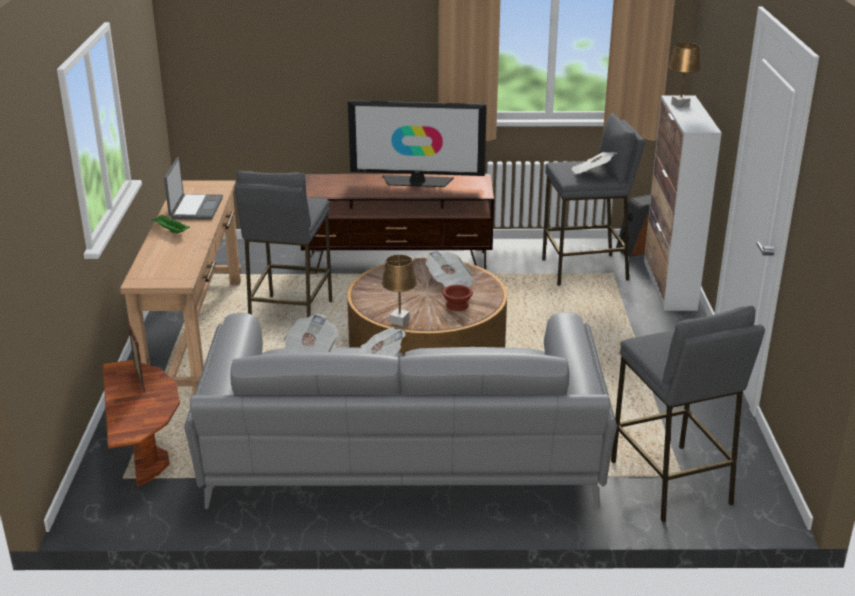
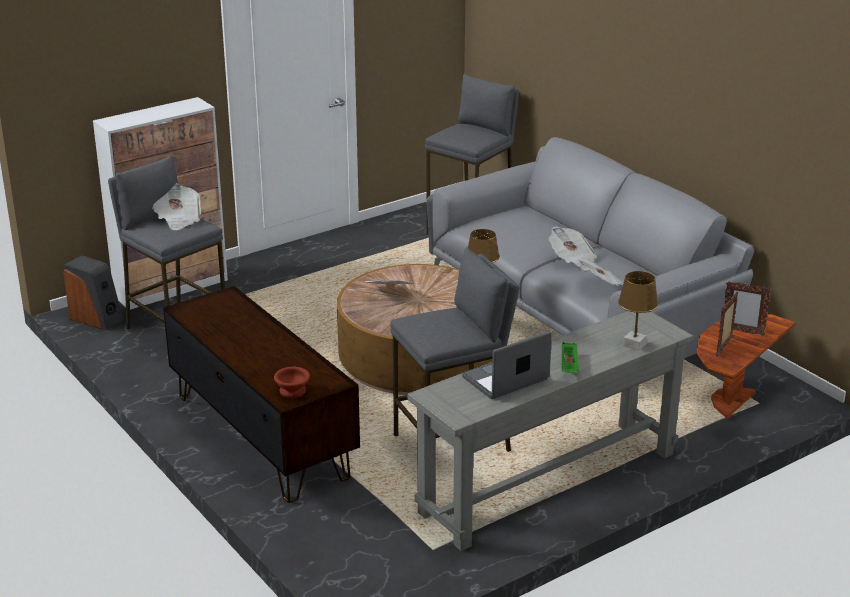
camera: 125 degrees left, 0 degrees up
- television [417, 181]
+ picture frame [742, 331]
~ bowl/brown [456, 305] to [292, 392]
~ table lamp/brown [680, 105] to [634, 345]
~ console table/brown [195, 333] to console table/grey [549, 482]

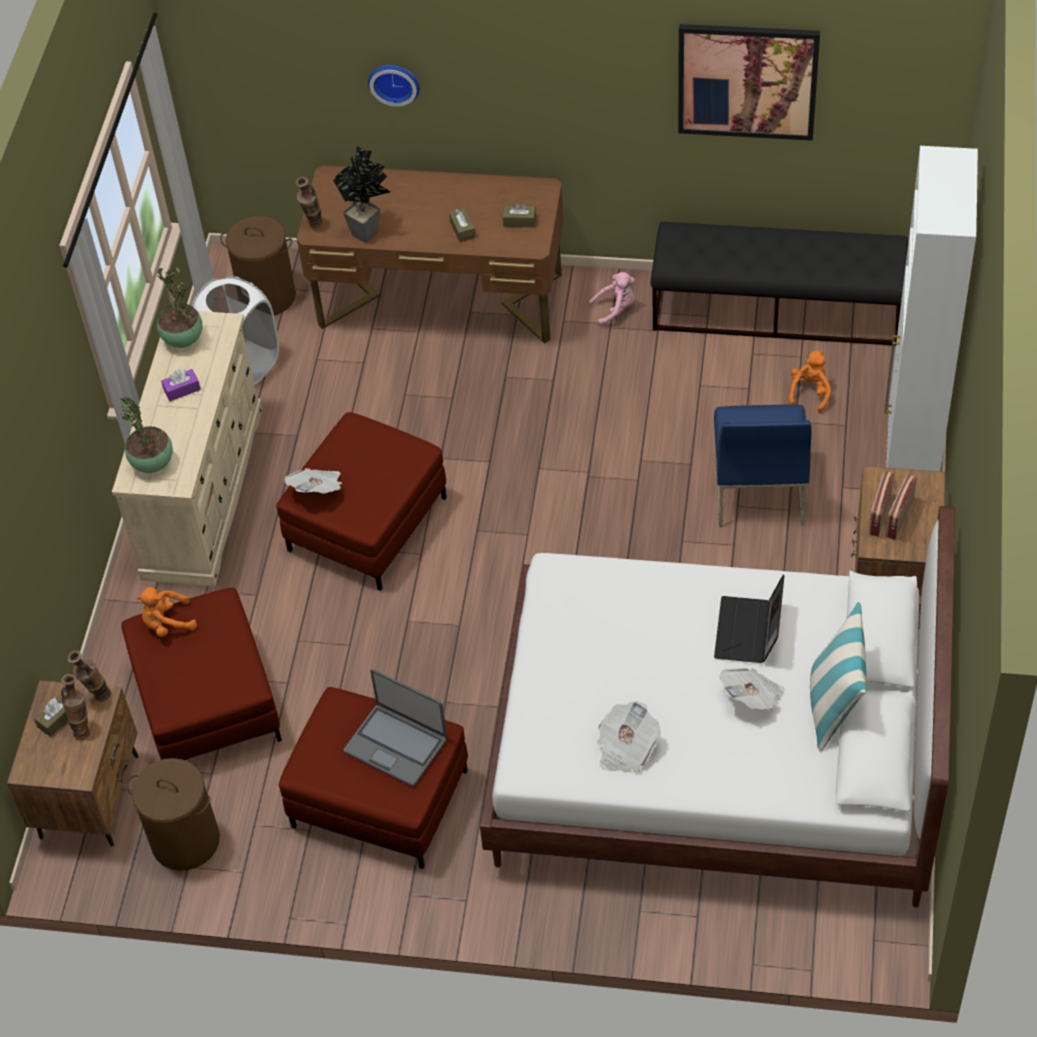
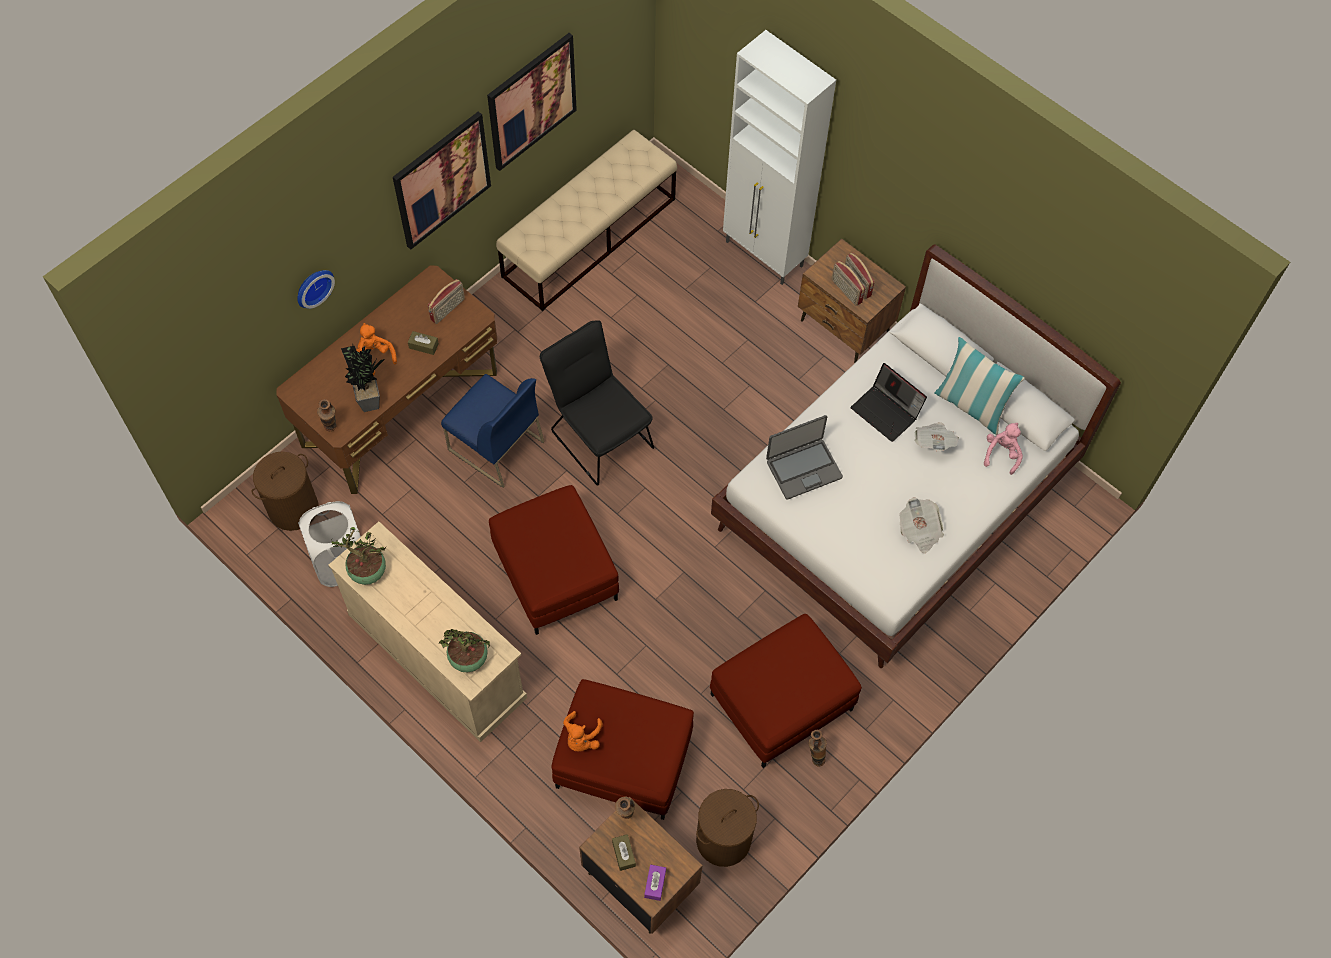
camera: 60 degrees left, 10 degrees up
- newspaper [318, 490]
+ picture [442, 180]
+ chair/black [598, 434]
~ vase [83, 729] to [815, 757]
~ tissue box/purple [182, 390] to [655, 884]
~ laptop [396, 745] to [803, 469]
~ plush toy/pink [615, 309] to [1001, 454]
~ chair/blue [758, 489] to [495, 446]
~ plush toy/orange [810, 392] to [374, 356]
~ tissue box/brown [519, 221] to radio [448, 310]
~ bench/black [778, 310] to bench/beige [589, 237]

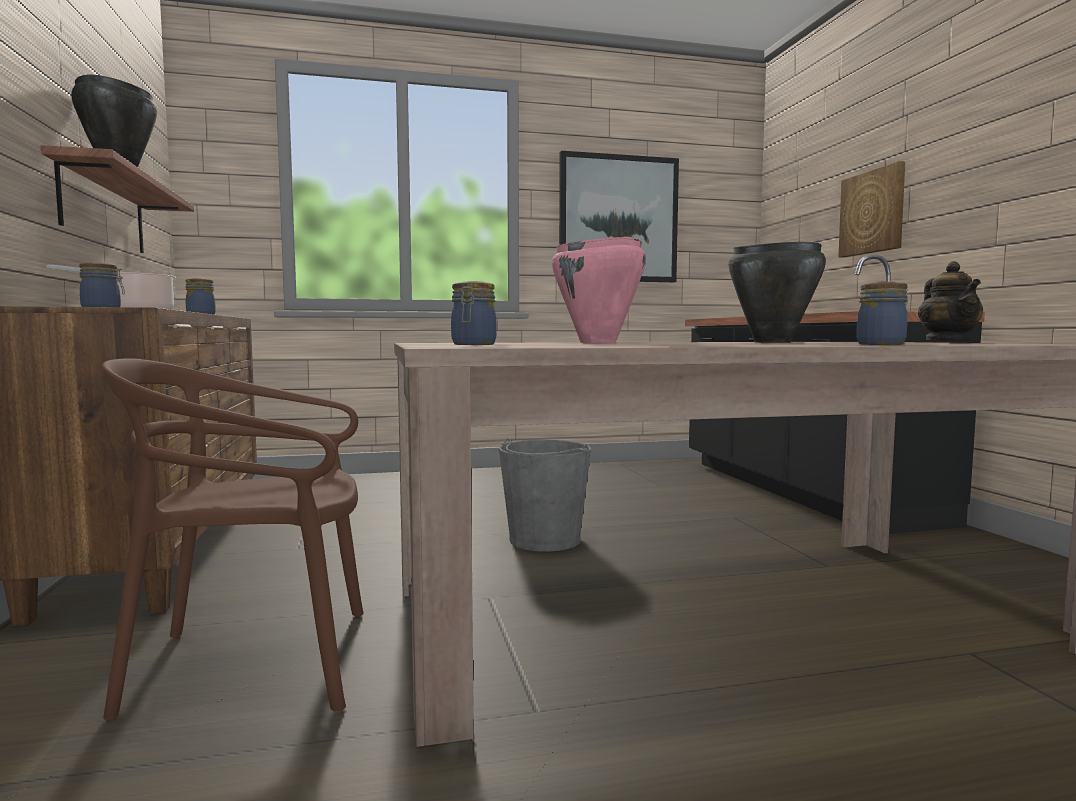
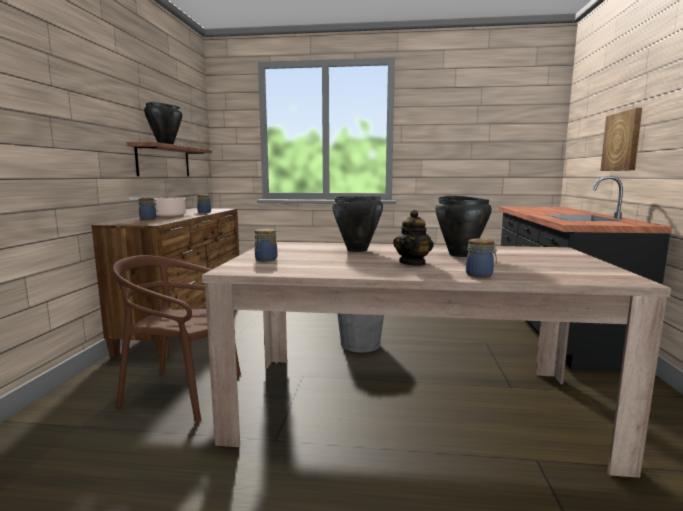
camera: 20 degrees right, 5 degrees up
- picture [618, 219]
~ teapot [948, 342] to [413, 263]
~ cooking pot/pink [598, 342] to cooking pot/black [357, 250]

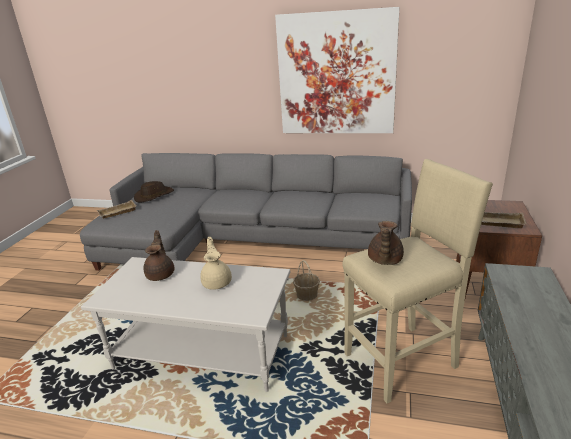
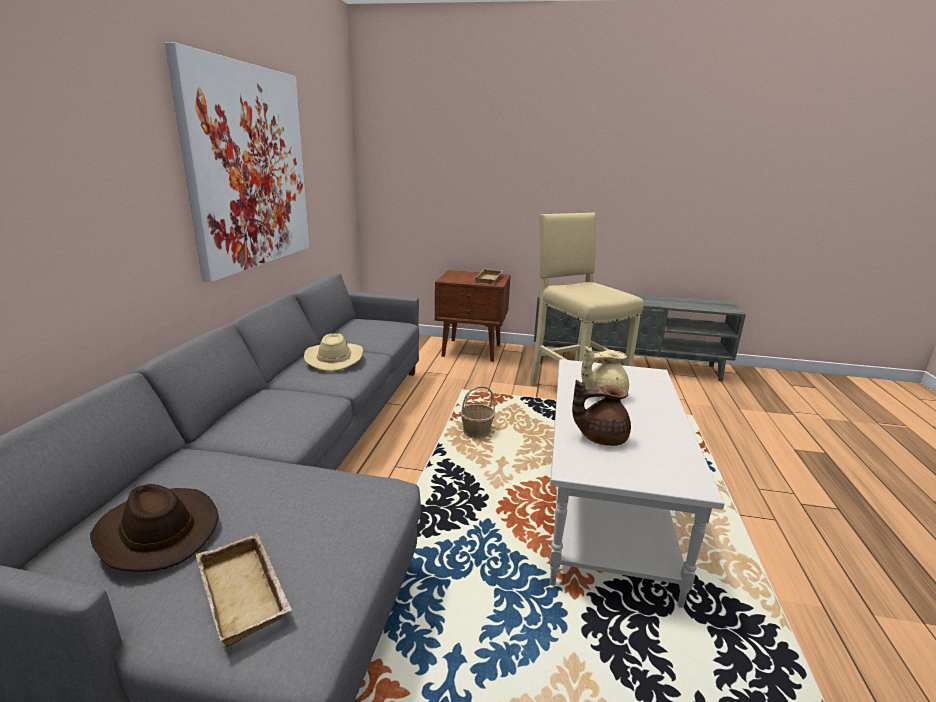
camera: 95 degrees left, 5 degrees down
- teapot/brown [384, 260]
+ hat/beige [334, 358]

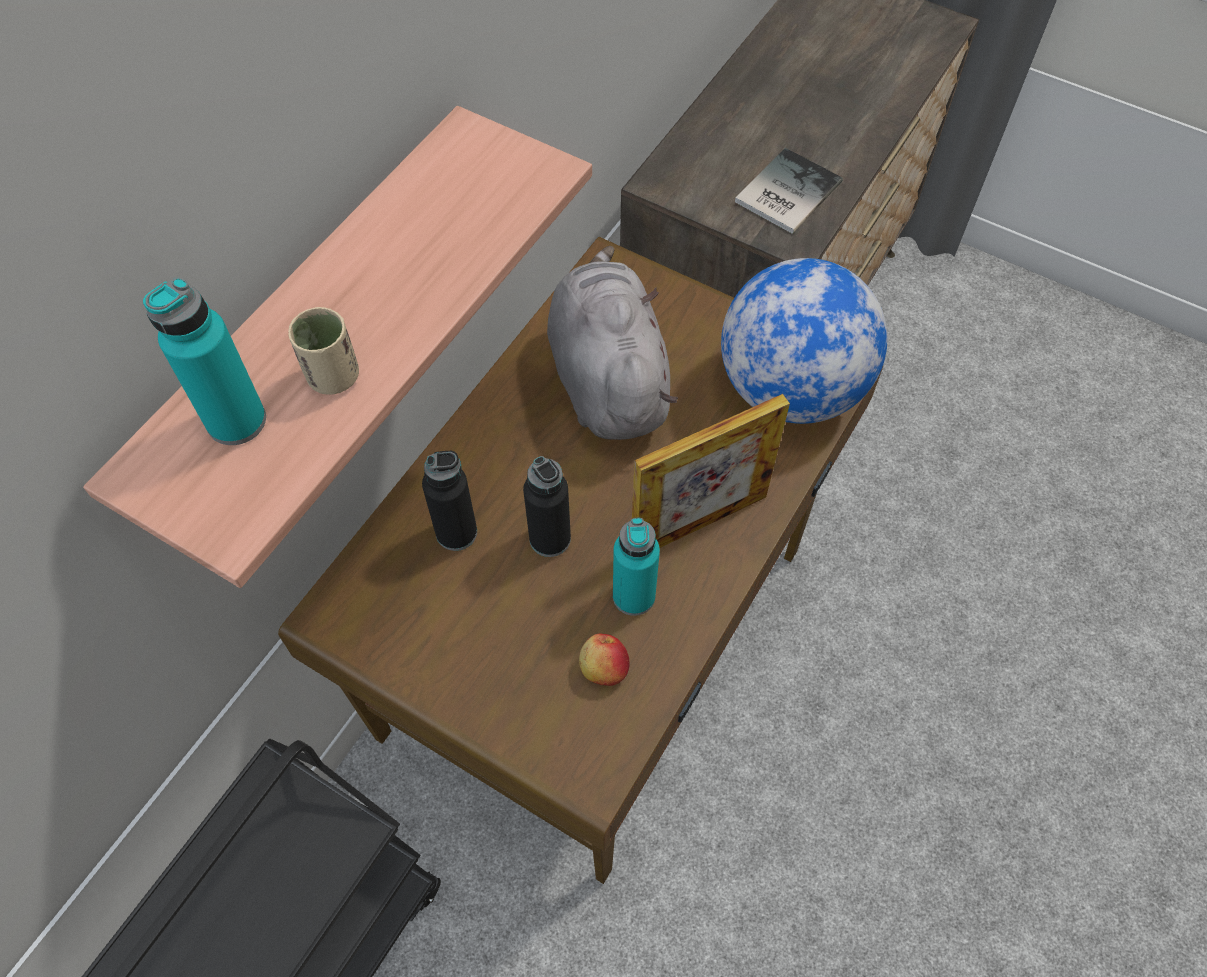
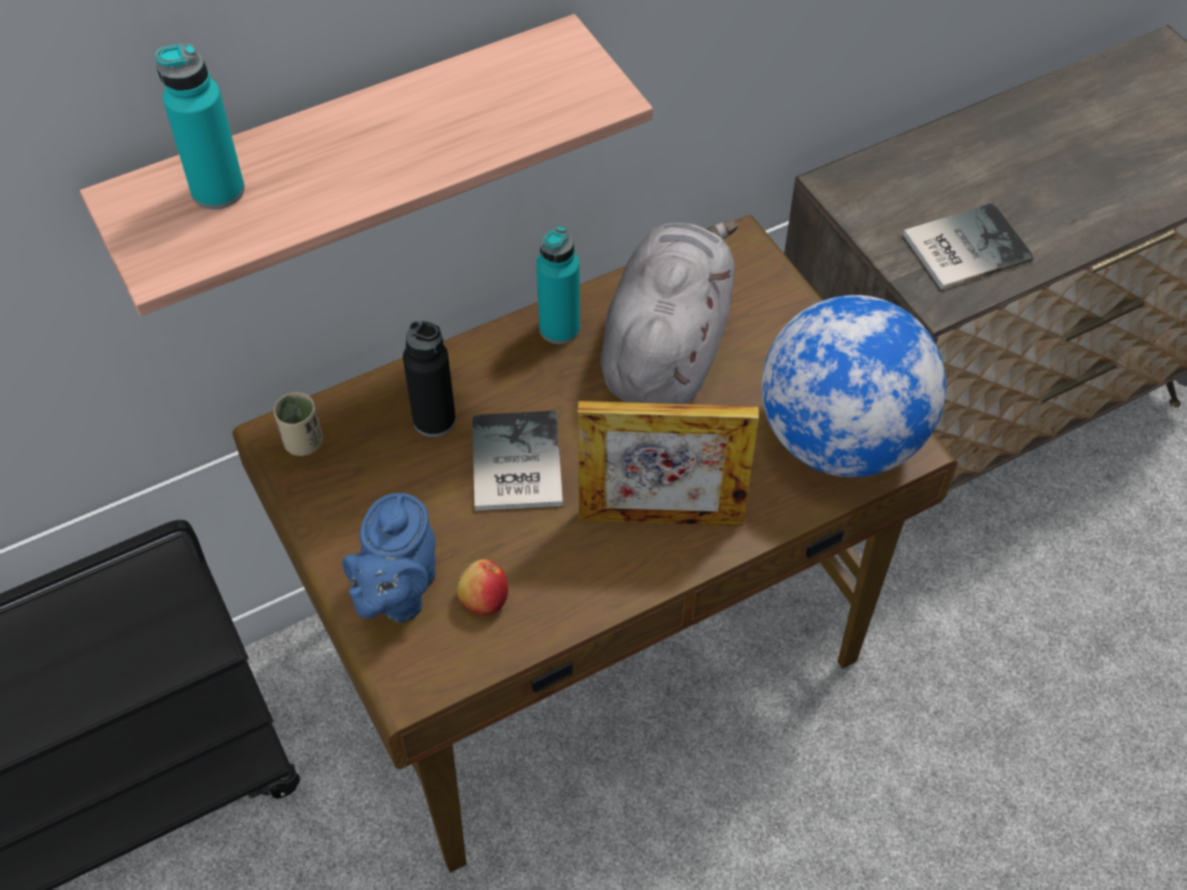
camera: 30 degrees right, 5 degrees down
+ teapot/blue [397, 593]
~ cup/beige [333, 377] to [303, 442]
~ bottle/turquoise [634, 596] to [559, 328]
~ bottle/black [550, 538] to book [513, 465]

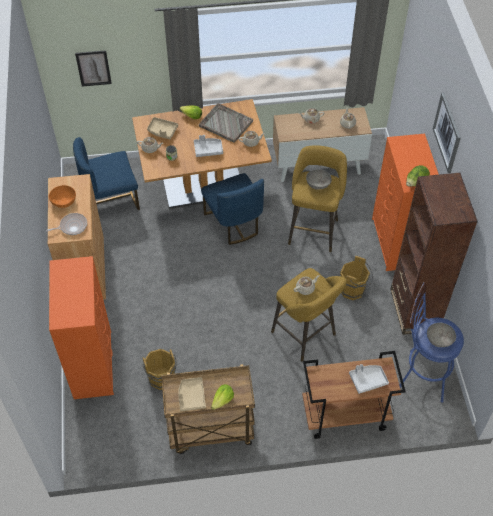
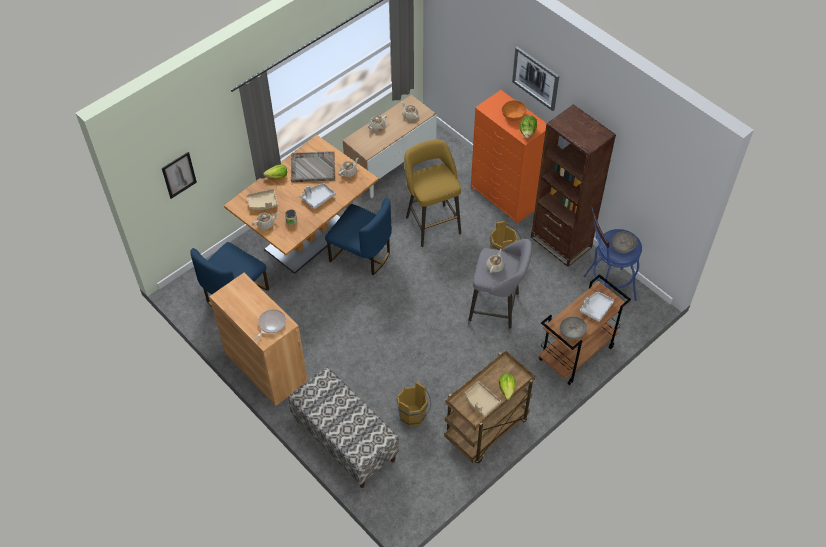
camera: 35 degrees left, 0 degrees up
~ bowl/orange [63, 201] to [513, 116]
~ bowl/grey [318, 184] to [572, 332]
~ dresser/orange [93, 363] to bench [344, 440]
~ stool/yellow [306, 335] to stool/grey [497, 311]

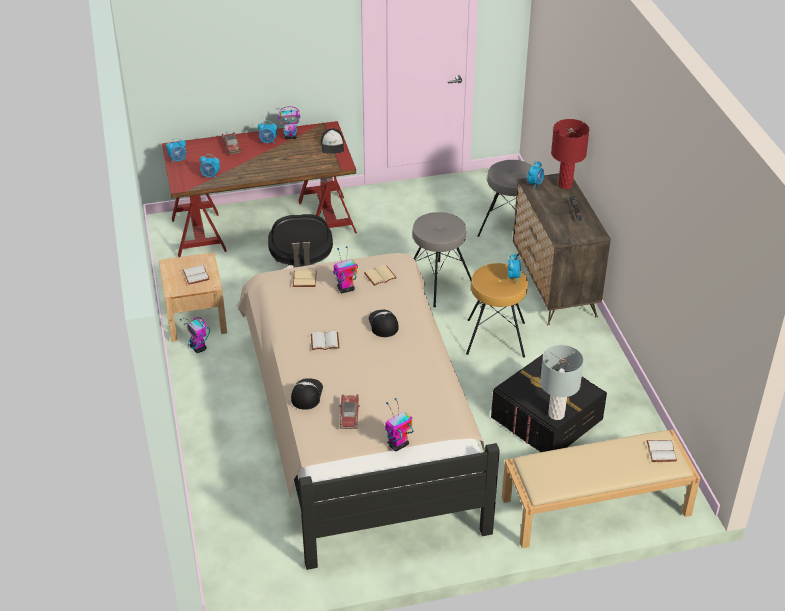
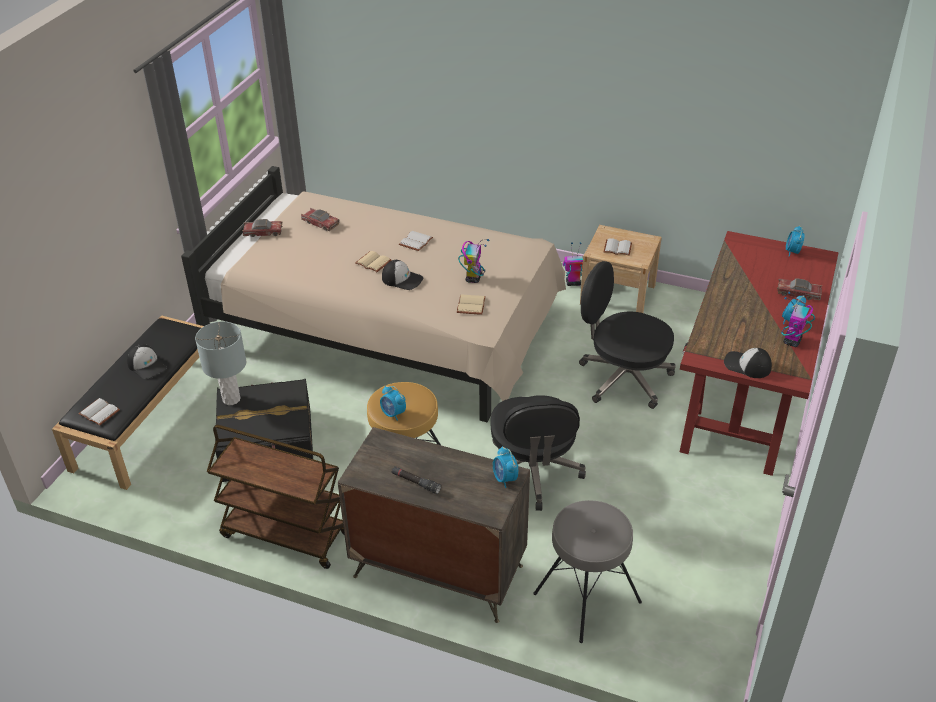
camera: 125 degrees right, 0 degrees up
- alarm clock [210, 176]
- table lamp/red [565, 185]
+ cart/brown [284, 535]
~ cap [306, 394] to [147, 365]
~ book/beige [304, 279] to [374, 262]
~ toy robot [397, 445] to toy car [263, 232]
~ stool/grey [437, 283] to office chair/black [532, 472]
~ bench/beige [595, 507] to bench/black [150, 417]

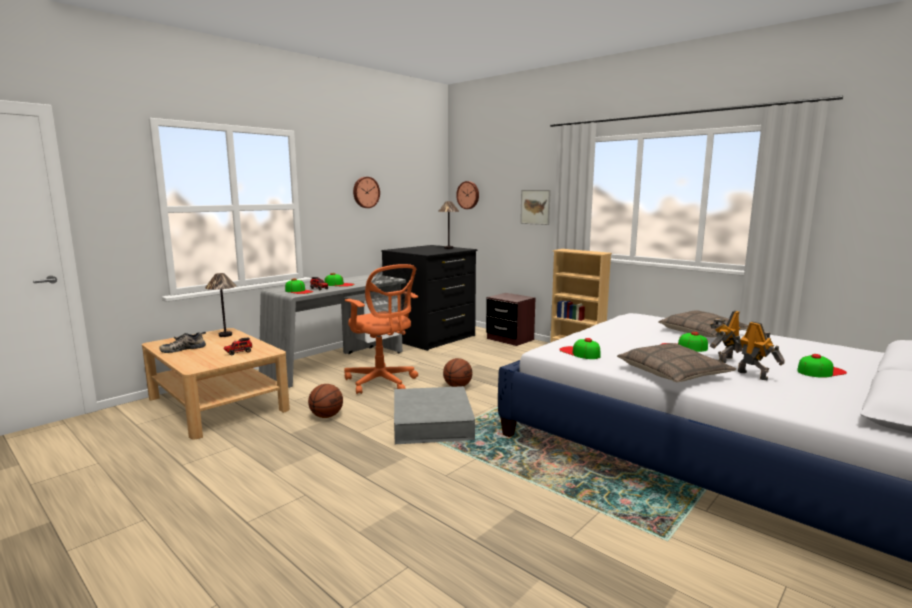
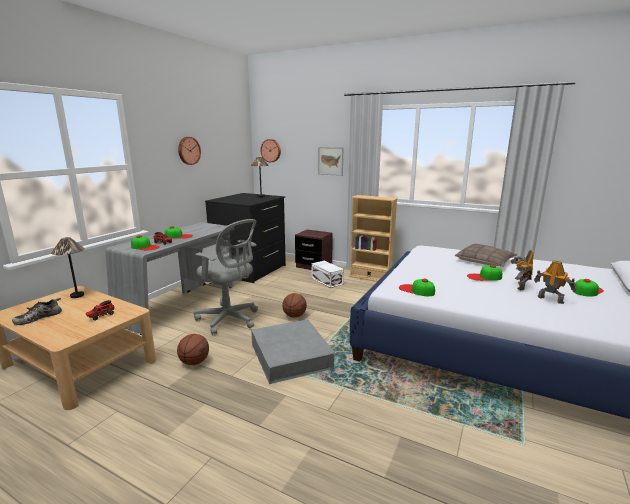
camera: 15 degrees left, 5 degrees up
- pillow [673, 374]
+ storage box/white [327, 281]
~ office chair/orange [382, 382] to office chair/grey [229, 319]

